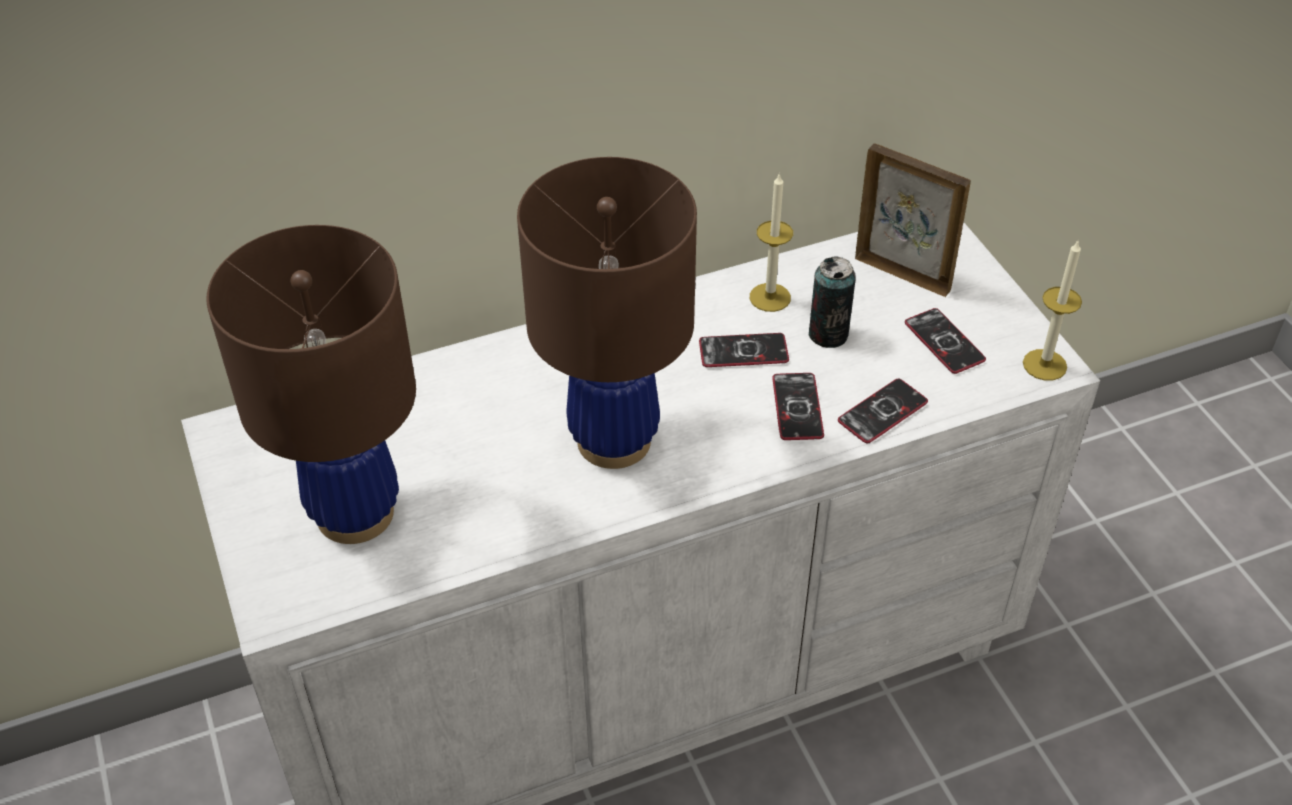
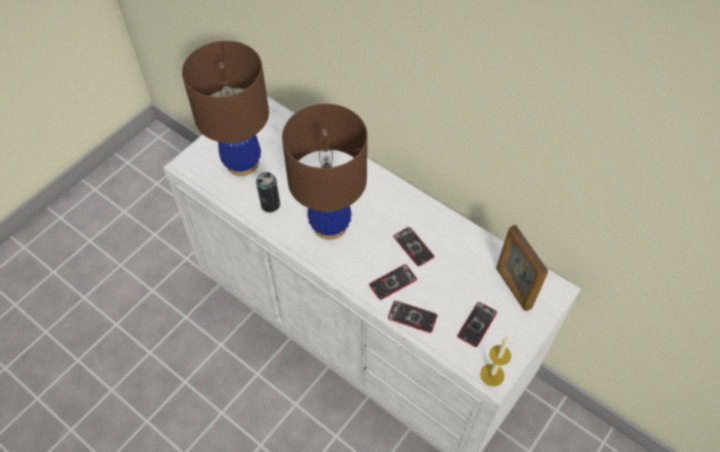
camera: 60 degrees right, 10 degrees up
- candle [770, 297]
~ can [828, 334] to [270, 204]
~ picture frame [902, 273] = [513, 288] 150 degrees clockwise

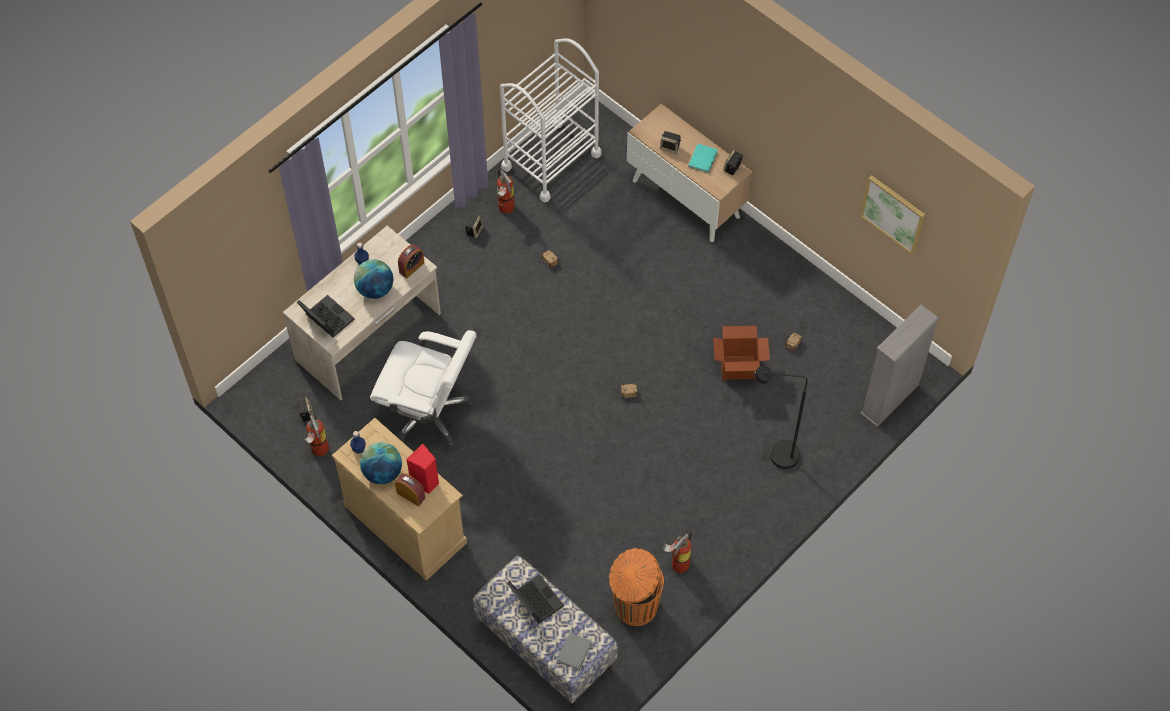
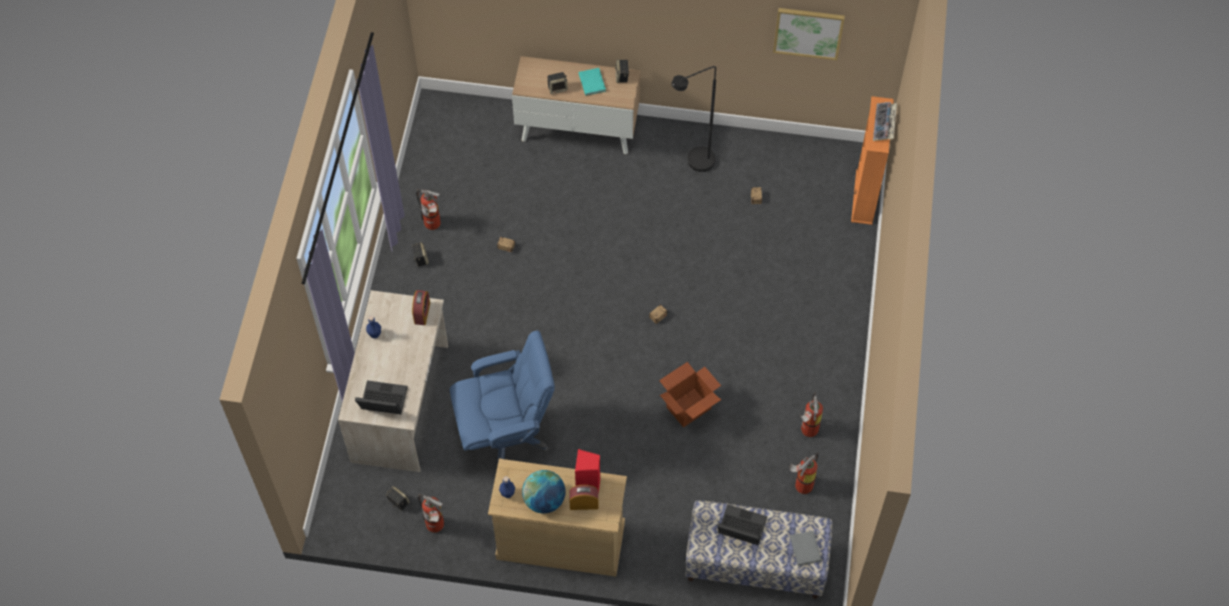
camera: 35 degrees left, 0 degrees up
- globe [375, 289]
- cart/white [551, 161]
+ keyboard [884, 125]
~ cardboard box [738, 367] to [689, 407]
~ floor lamp/black [775, 455] to [694, 164]
~ trash can/orange [634, 606] to fire extinguisher [801, 486]
~ office chair/white [429, 413] to office chair/blue [505, 435]
~ bookcase/grey [889, 399] to bookcase/orange [864, 197]

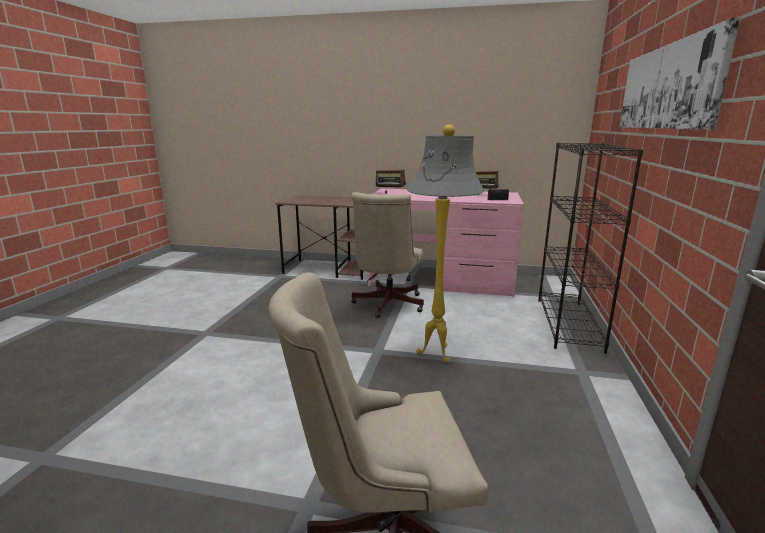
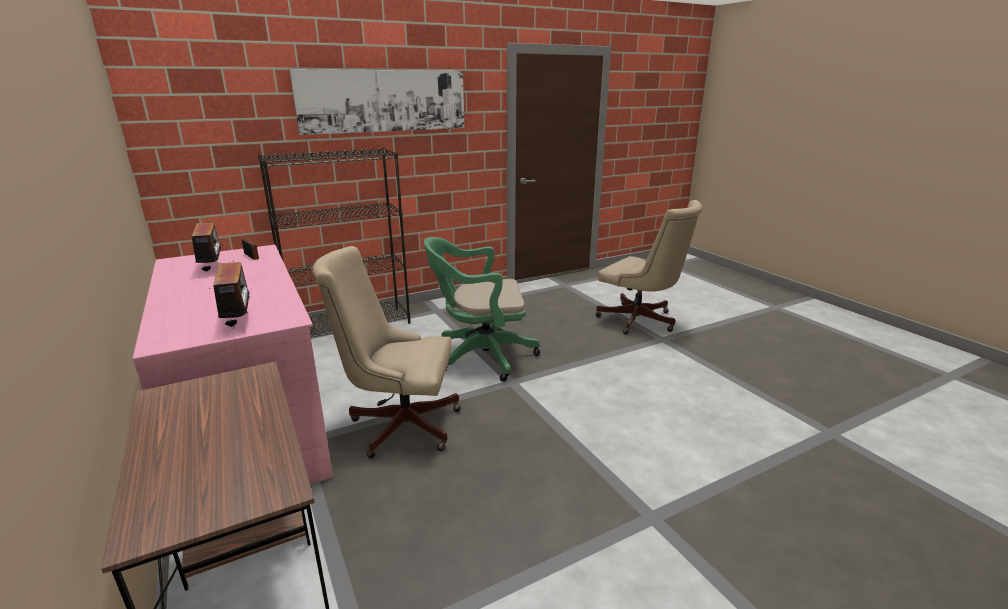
camera: 130 degrees left, 5 degrees up
~ floor lamp/grey [438, 355] to office chair/green [480, 356]
~ office chair/beige [387, 305] = [398, 424] 150 degrees counterclockwise

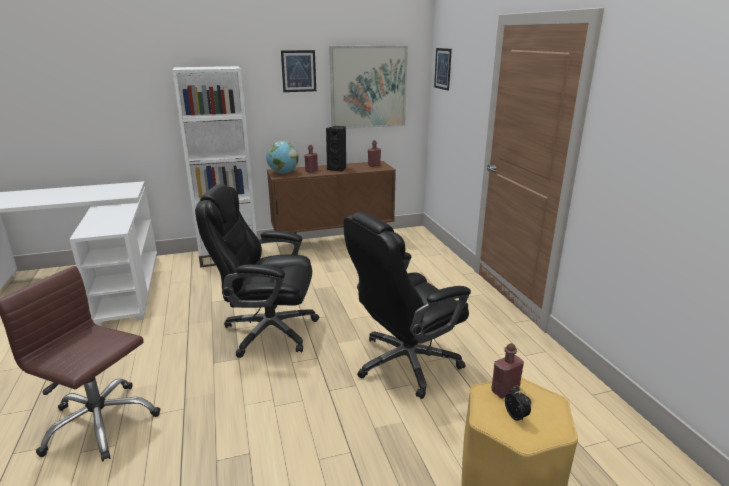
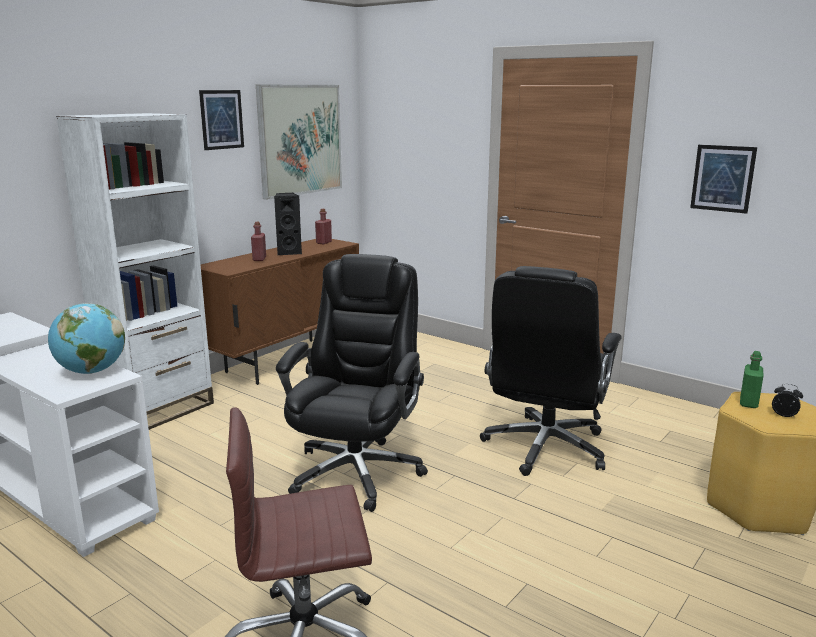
camera: 35 degrees left, 5 degrees down
~ globe [283, 173] to [91, 372]
~ picture [443, 68] to [722, 178]
~ bottle/red [505, 391] to bottle/green [748, 403]
~ office chair/black [268, 331] = [357, 471] 135 degrees clockwise

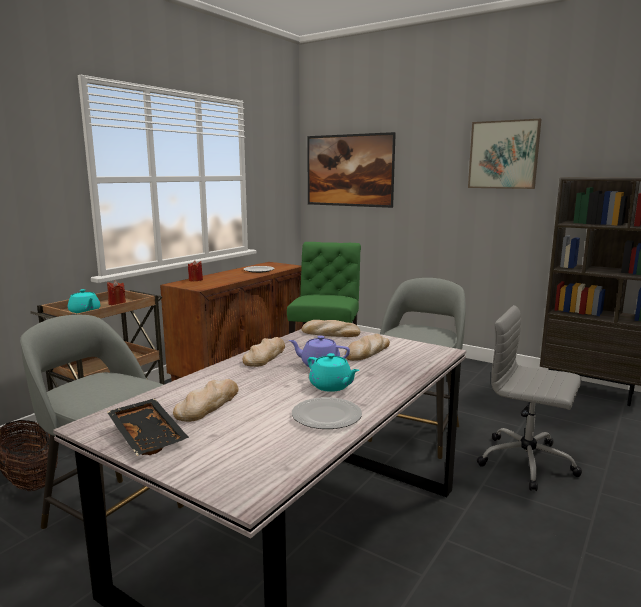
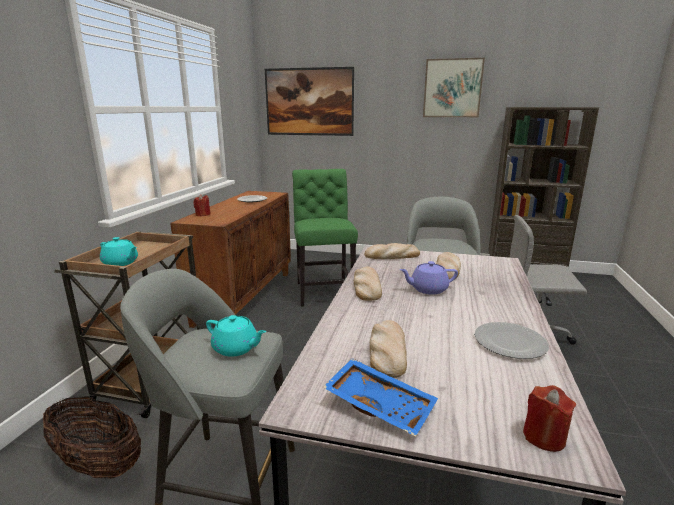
camera: 20 degrees left, 5 degrees up
~ candle/red [117, 303] to [544, 437]
~ teapot/turquoise [331, 386] to [236, 348]
~ tray/black [149, 436] to tray/blue [380, 404]

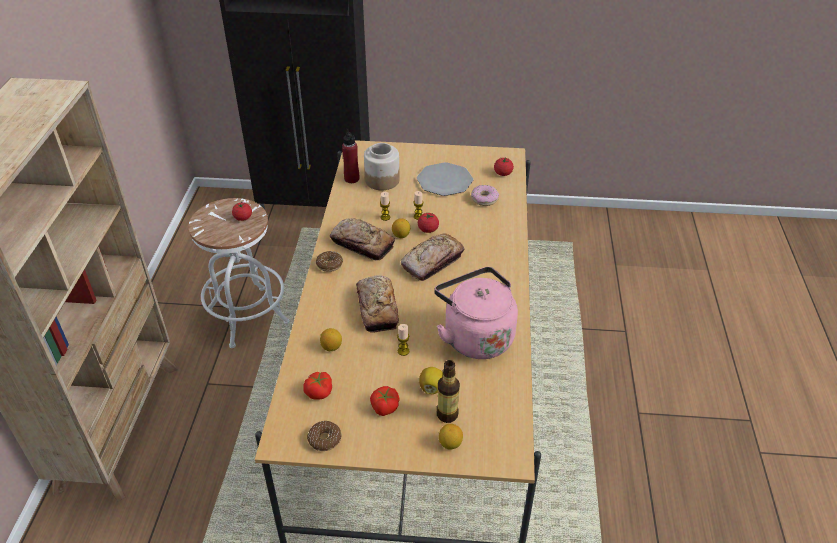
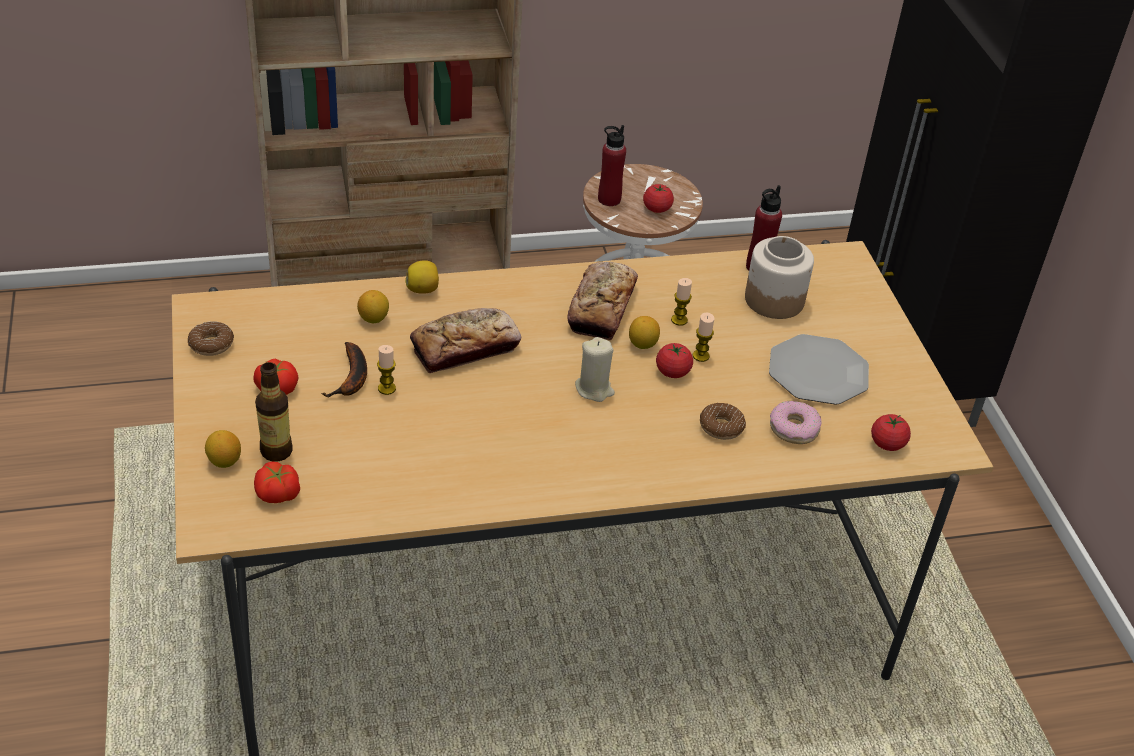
camera: 70 degrees right, 0 degrees up
- kettle/pink [475, 336]
+ banana [352, 378]
+ bottle/red [609, 199]
~ tomato [319, 392] to [278, 494]
~ donut [329, 265] to [721, 427]
~ lemon [431, 387] to [423, 289]
~ bread [432, 262] to candle/beige [594, 389]

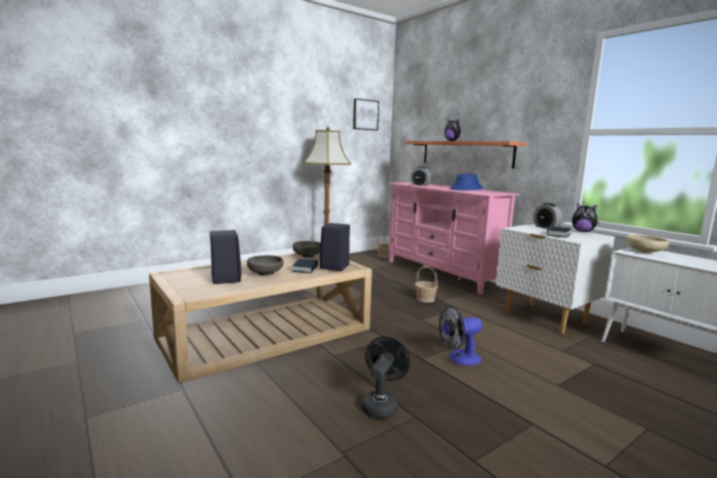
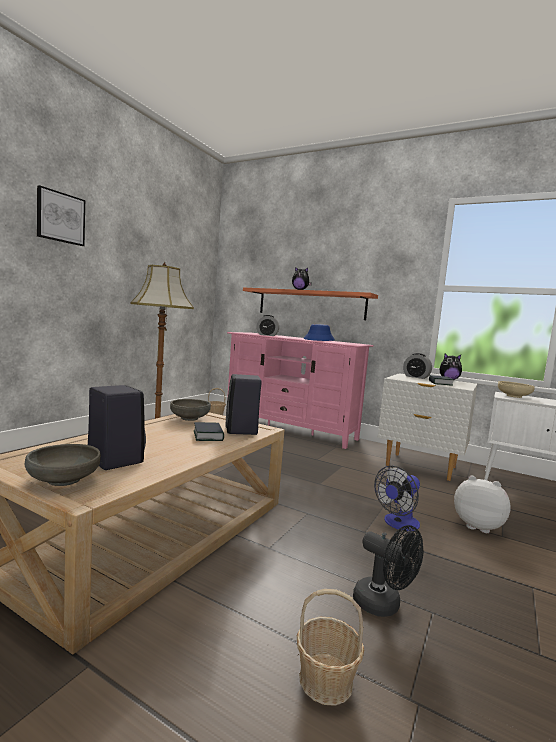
camera: 25 degrees left, 5 degrees down
+ plush toy [477, 526]
~ bowl/grey [265, 273] to [63, 480]
~ picture [365, 114] to [60, 217]
~ basket [425, 299] to [326, 680]
~ fan/black [381, 404] = [383, 605] 135 degrees clockwise

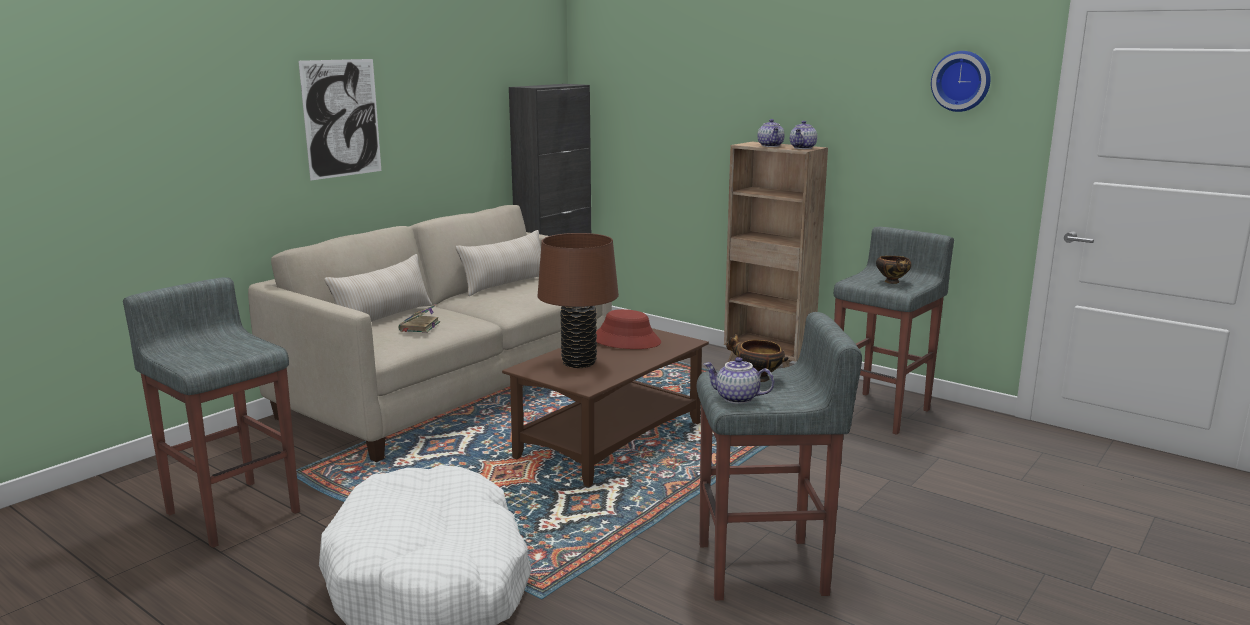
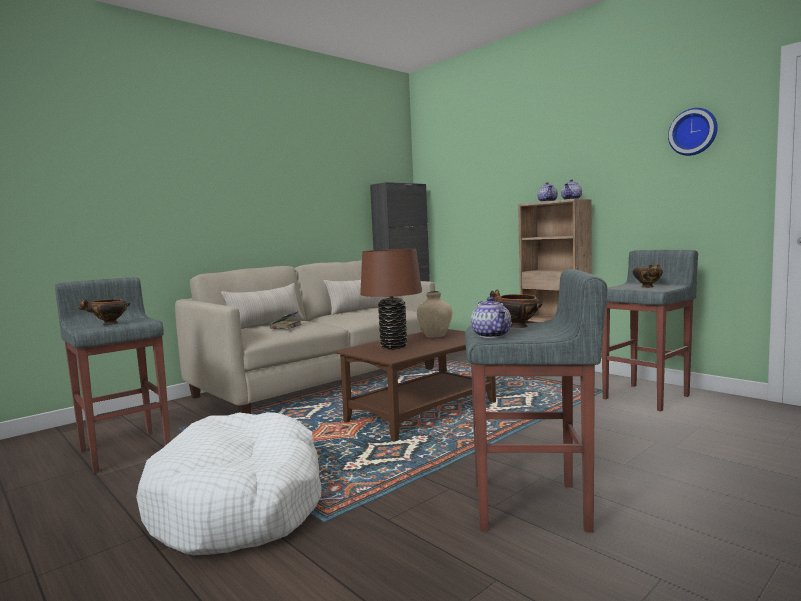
camera: 10 degrees right, 10 degrees down
- picture [341, 118]
+ bowl [108, 324]
~ hat/red [626, 341] to vase/beige [435, 336]
~ teapot [736, 398] = [492, 335] 135 degrees counterclockwise

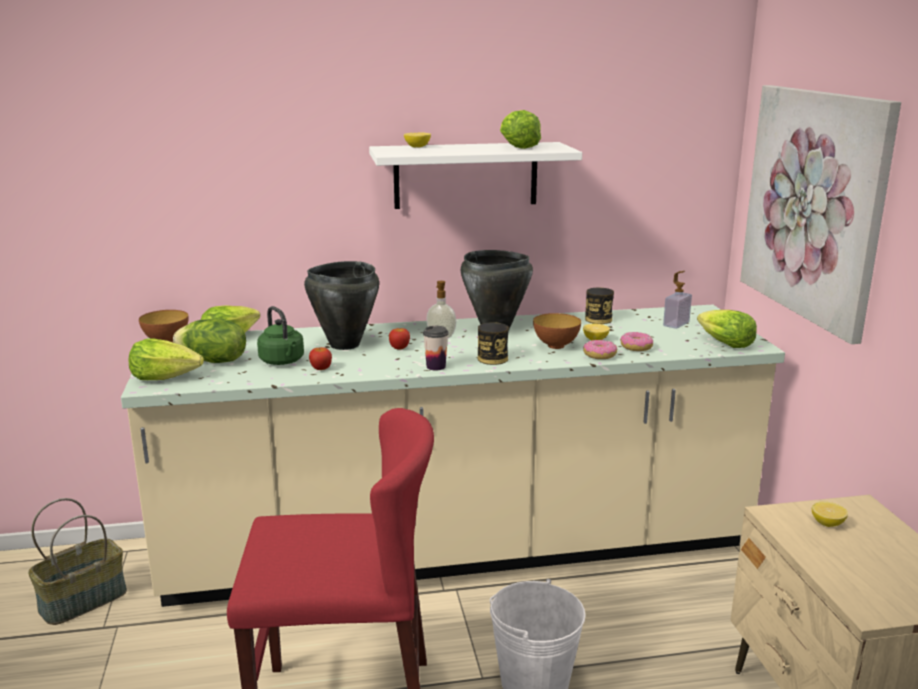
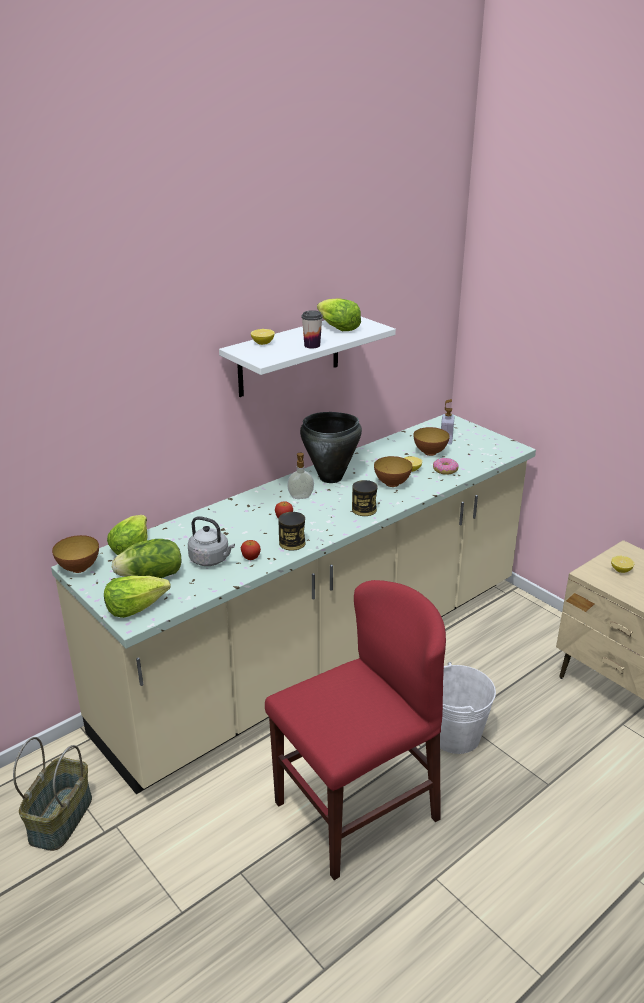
camera: 30 degrees left, 10 degrees up
- cooking pot/black [344, 345]
- donut [600, 355]
- lettuce [724, 343]
- picture [813, 205]
+ bowl [430, 453]
~ cup [436, 367] to [312, 345]
~ can [598, 319] to [292, 543]
~ kettle/green [283, 361] to kettle/grey [211, 560]

